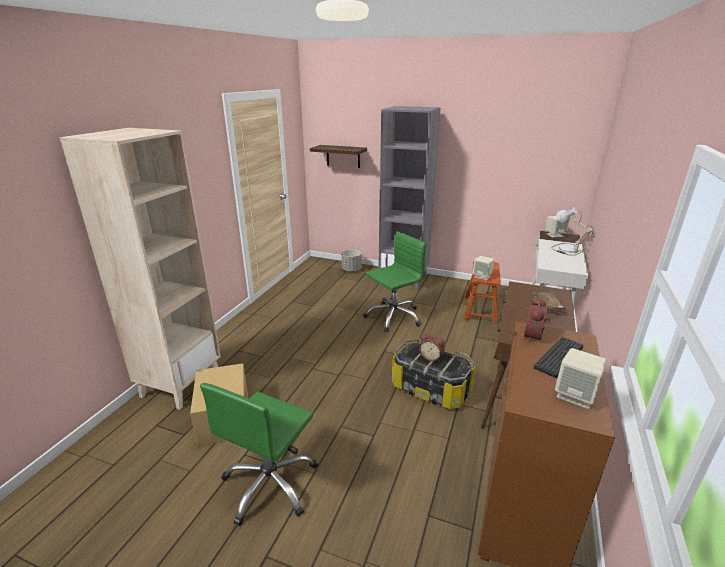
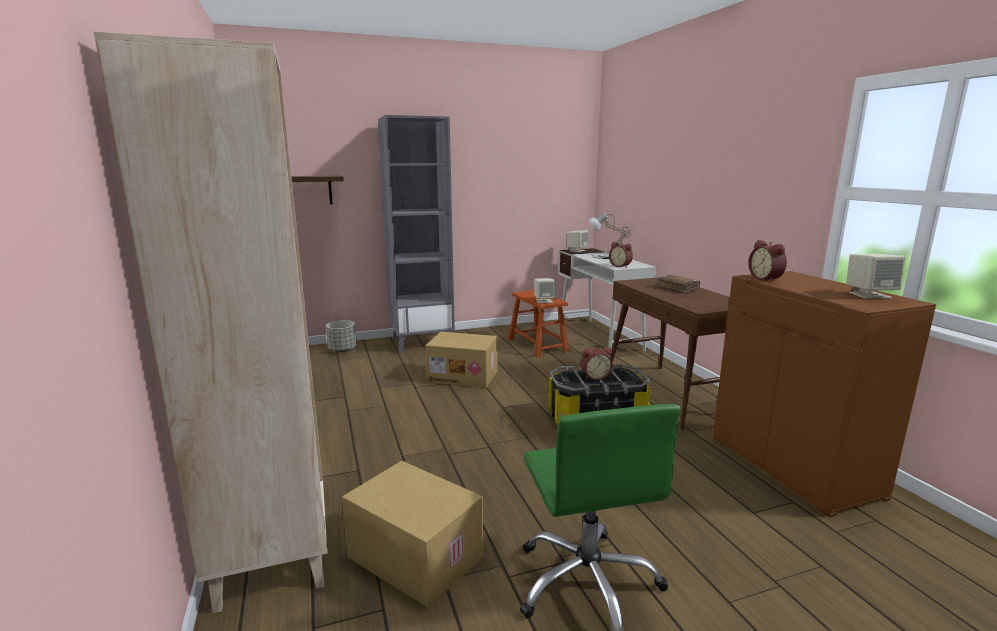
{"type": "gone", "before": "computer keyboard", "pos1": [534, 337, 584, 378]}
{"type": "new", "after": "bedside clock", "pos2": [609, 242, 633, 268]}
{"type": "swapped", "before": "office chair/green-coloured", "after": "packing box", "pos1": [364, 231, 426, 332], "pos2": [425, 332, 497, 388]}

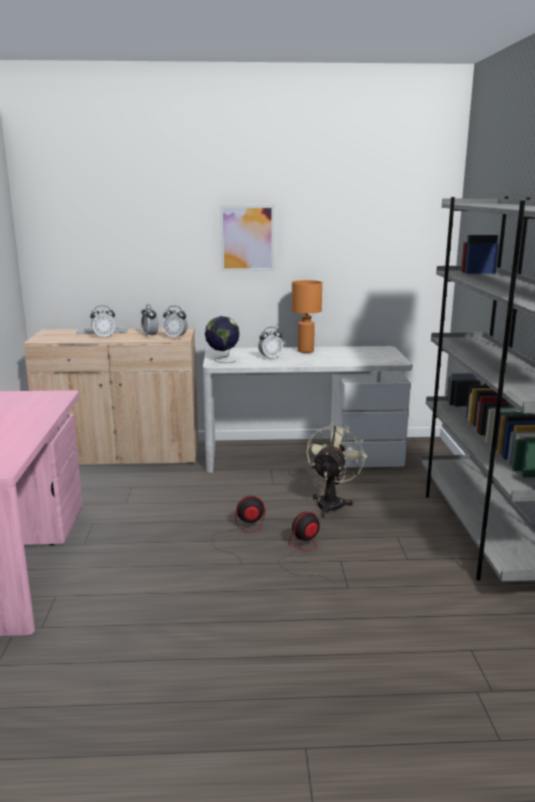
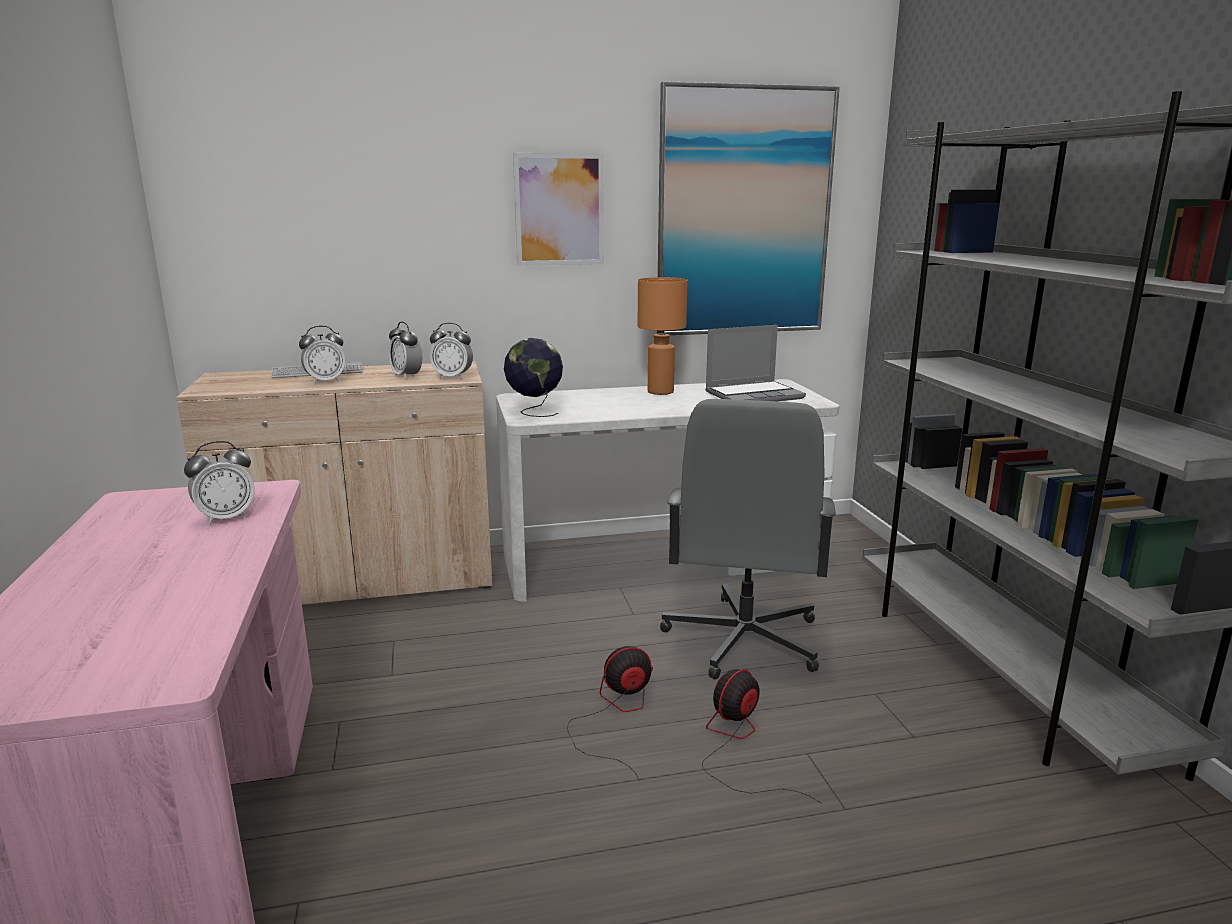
{"type": "new", "after": "picture", "pos2": [657, 81, 840, 335]}
{"type": "new", "after": "notebook computer", "pos2": [705, 325, 806, 401]}
{"type": "shifted", "before": "bedside clock", "pos1": [258, 327, 283, 359], "pos2": [184, 441, 255, 525]}
{"type": "swapped", "before": "fan/beige-coloured", "after": "office chair/greyish", "pos1": [306, 423, 367, 517], "pos2": [660, 399, 836, 679]}

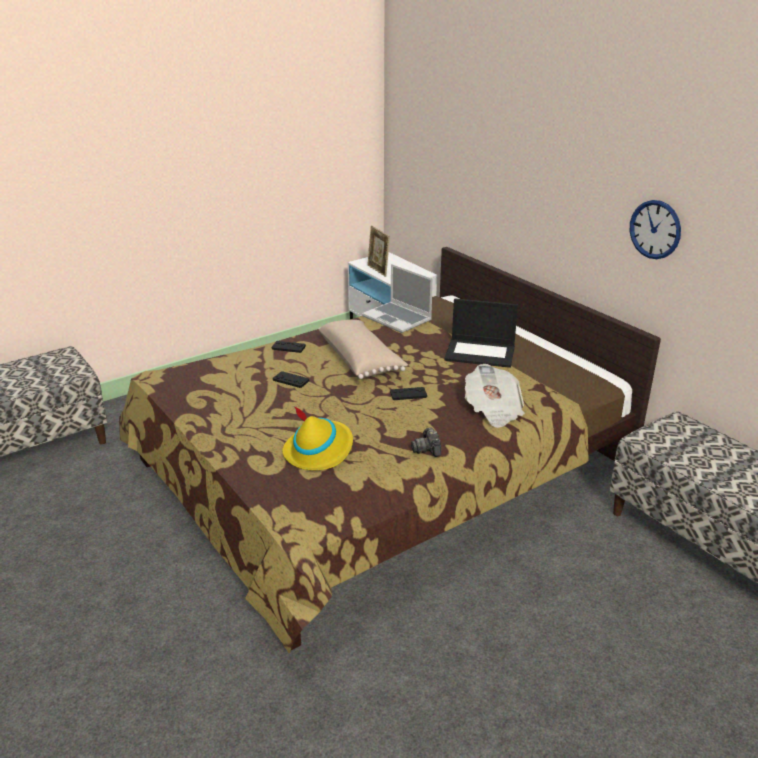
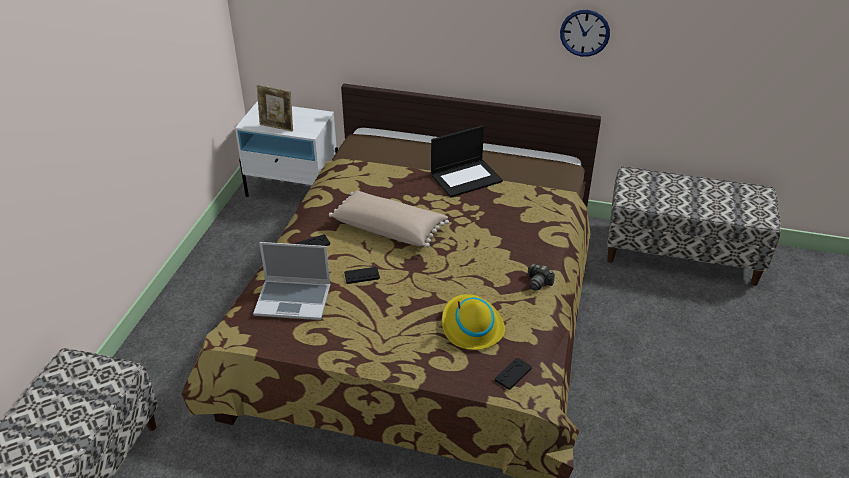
{"type": "gone", "before": "daily paper", "pos1": [465, 364, 525, 428]}
{"type": "shifted", "before": "notebook computer", "pos1": [362, 264, 433, 333], "pos2": [253, 242, 331, 320]}
{"type": "shifted", "before": "joypad/black-coloured", "pos1": [390, 387, 427, 400], "pos2": [495, 358, 532, 390]}

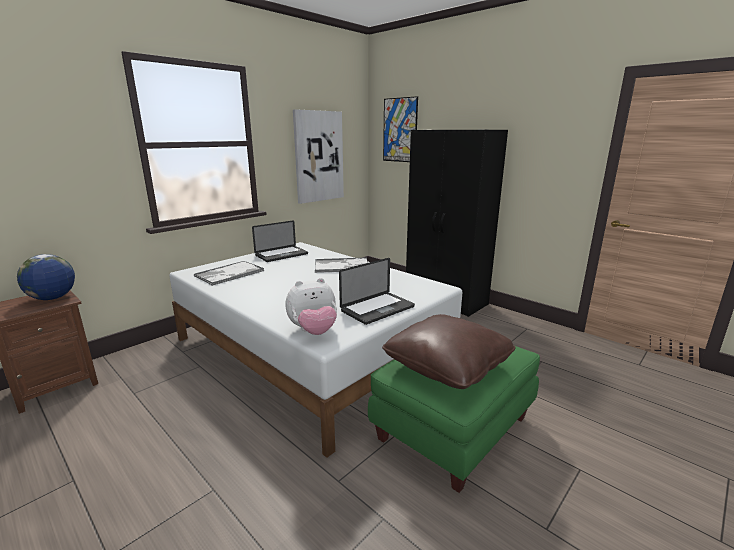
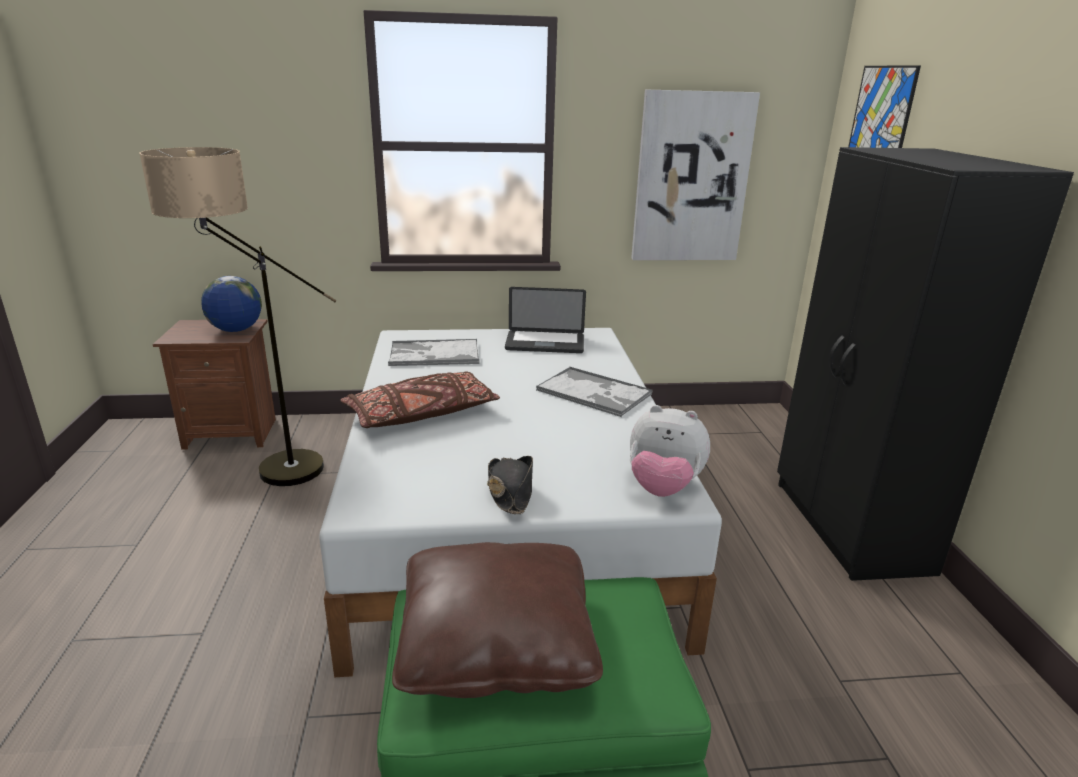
{"type": "new", "after": "standard lamp", "pos2": [139, 147, 336, 486]}
{"type": "new", "after": "cushion/brown", "pos2": [340, 372, 500, 428]}
{"type": "shifted", "before": "plush toy", "pos1": [285, 278, 337, 335], "pos2": [630, 405, 710, 497]}
{"type": "swapped", "before": "notebook computer", "after": "clothing hat/black-coloured", "pos1": [339, 258, 415, 325], "pos2": [487, 456, 533, 514]}

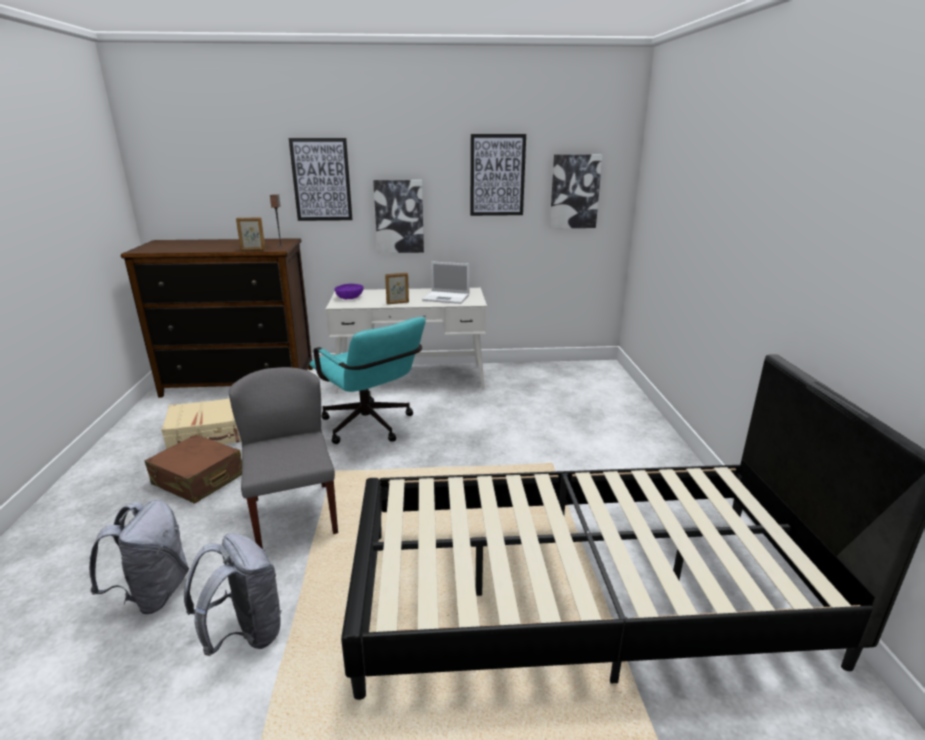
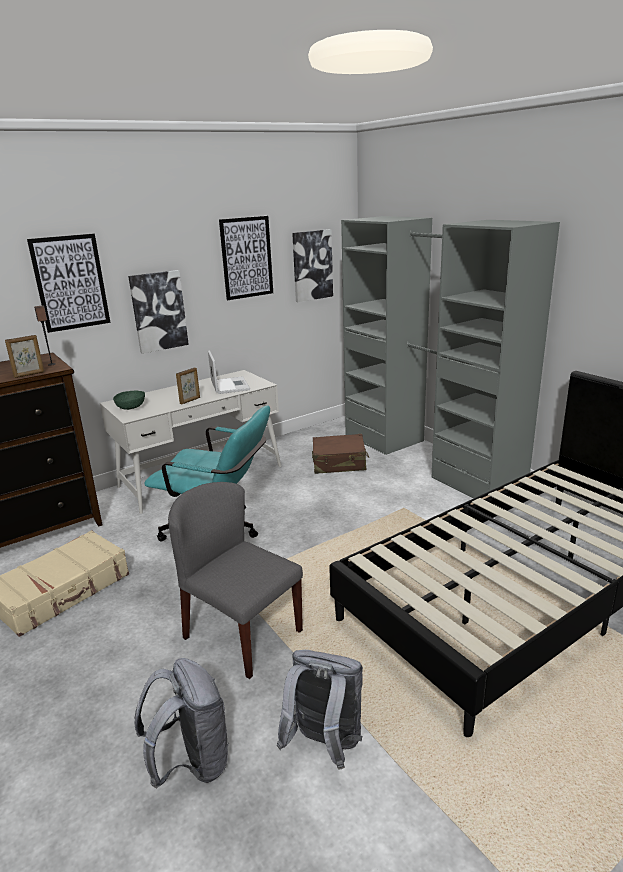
{"type": "new", "after": "armoire/greyish", "pos2": [341, 216, 560, 498]}
{"type": "shifted", "before": "travel case/brown", "pos1": [145, 434, 242, 504], "pos2": [312, 434, 369, 474]}
{"type": "repainted", "before": "serving bowl/purple", "after": "serving bowl/green-coloured", "pos1": [335, 284, 364, 299], "pos2": [113, 390, 145, 410]}
{"type": "rotated", "before": "notebook computer", "pos1": [422, 261, 470, 304], "pos2": [208, 350, 250, 394], "turn": -90}

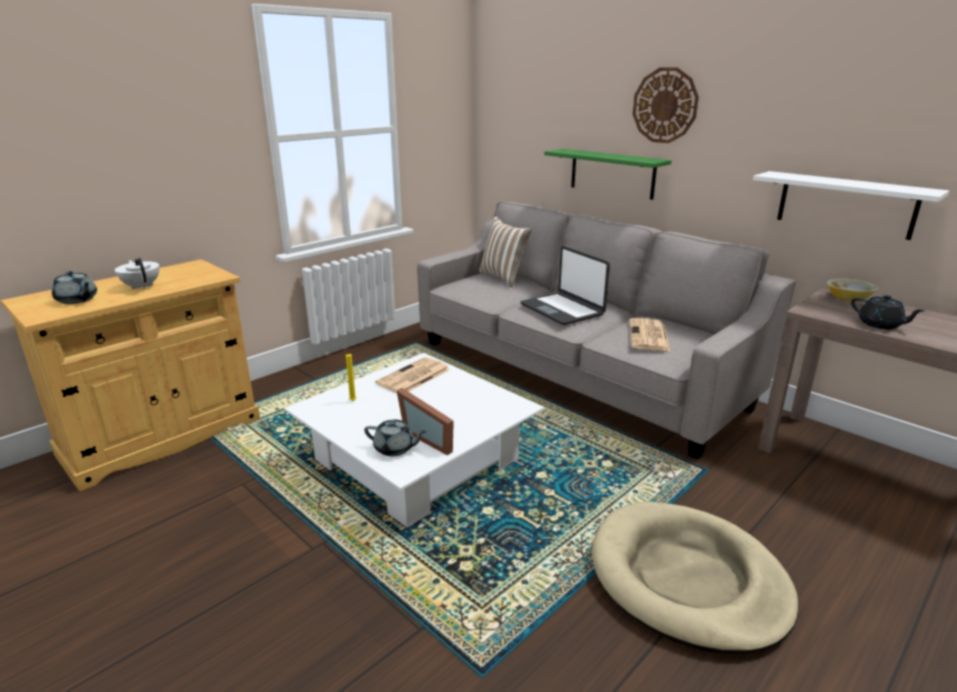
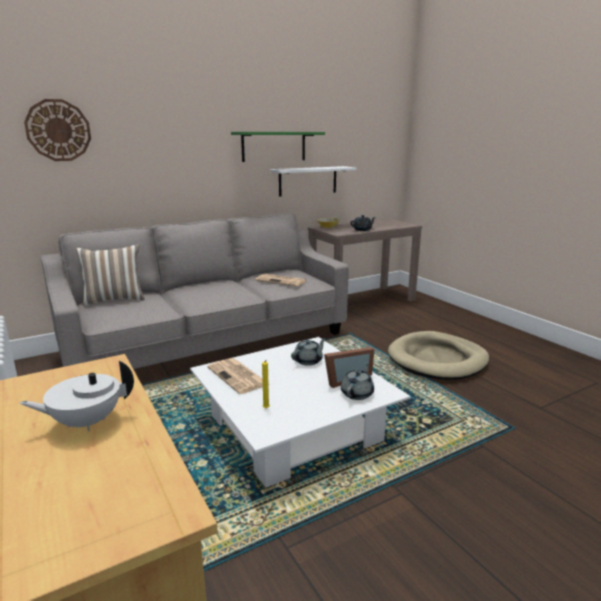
{"type": "gone", "before": "notebook computer", "pos1": [520, 246, 610, 325]}
{"type": "shifted", "before": "tea pot/greyish", "pos1": [52, 270, 97, 304], "pos2": [291, 338, 326, 366]}
{"type": "shifted", "before": "bracket shelf/green-coloured", "pos1": [544, 149, 672, 200], "pos2": [231, 132, 325, 162]}
{"type": "shifted", "before": "hanging clock", "pos1": [633, 67, 699, 143], "pos2": [24, 99, 91, 161]}

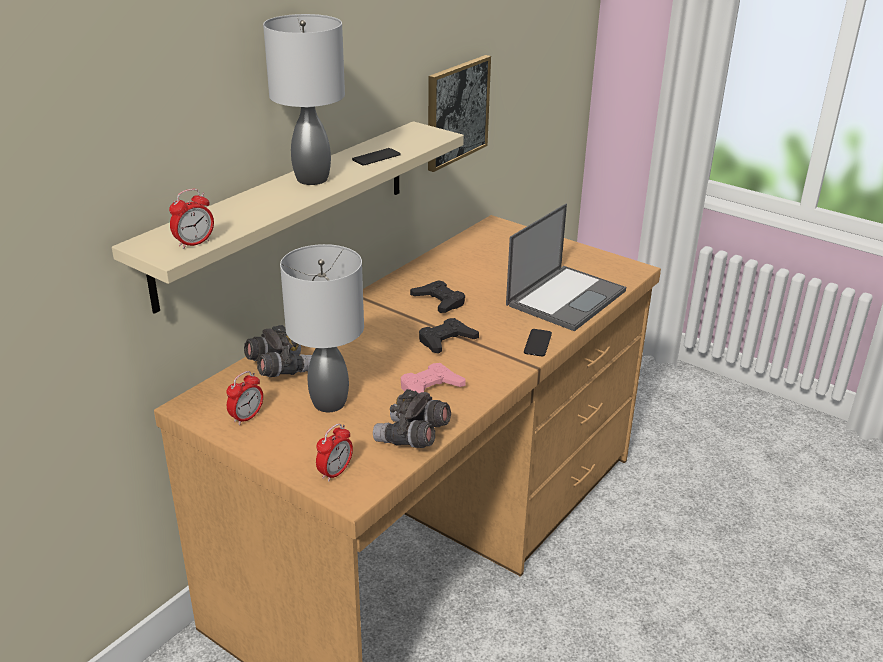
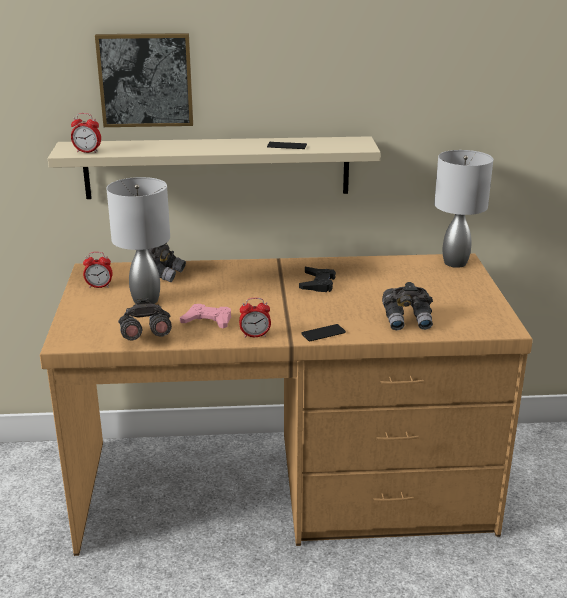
{"type": "gone", "before": "joypad/black-coloured", "pos1": [419, 318, 479, 354]}
{"type": "shifted", "before": "lamp for a table/greyish", "pos1": [263, 14, 345, 185], "pos2": [434, 150, 493, 268]}
{"type": "shifted", "before": "bedside clock", "pos1": [316, 423, 353, 482], "pos2": [239, 298, 271, 337]}
{"type": "shifted", "before": "picture", "pos1": [428, 55, 491, 172], "pos2": [95, 33, 193, 127]}
{"type": "swapped", "before": "notebook computer", "after": "field glasses/greyish", "pos1": [506, 204, 626, 331], "pos2": [382, 282, 433, 330]}

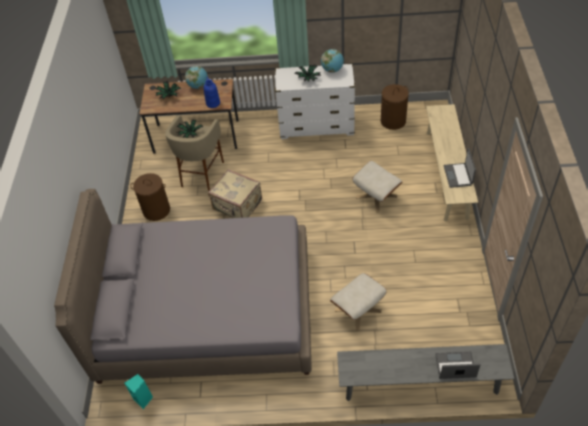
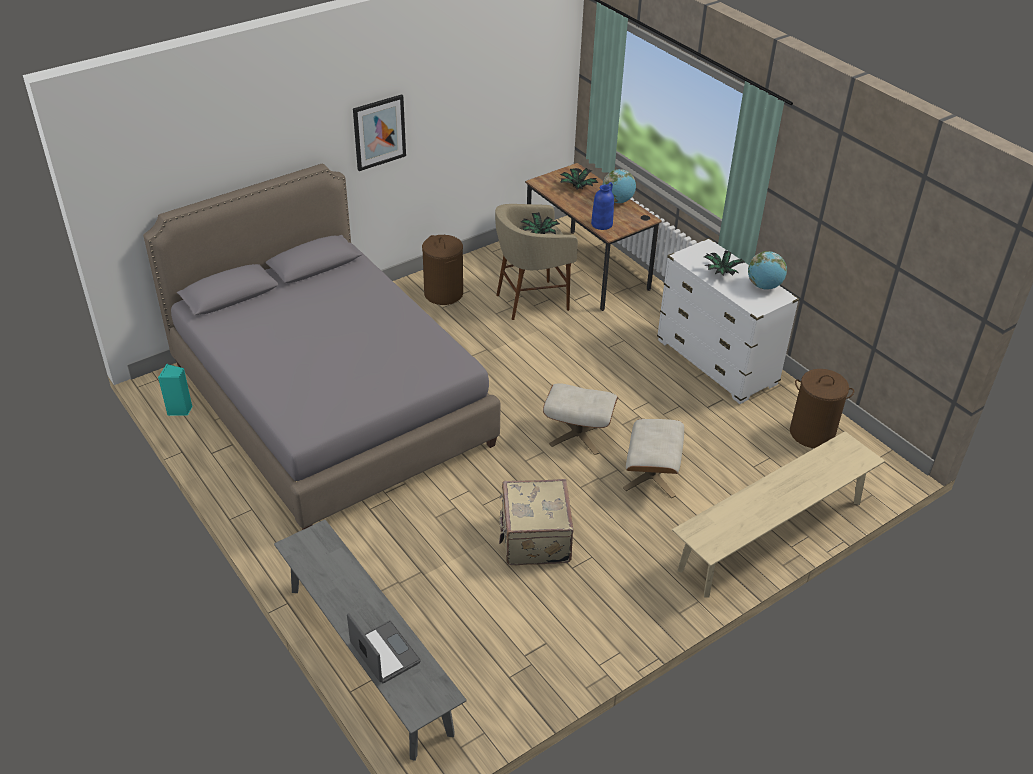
{"type": "gone", "before": "notebook computer", "pos1": [444, 148, 476, 188]}
{"type": "new", "after": "picture", "pos2": [353, 94, 406, 171]}
{"type": "shifted", "before": "travel case/beige-coloured", "pos1": [208, 169, 262, 218], "pos2": [499, 479, 574, 565]}
{"type": "shifted", "before": "pouffe/beige-coloured", "pos1": [330, 273, 387, 331], "pos2": [543, 383, 618, 455]}

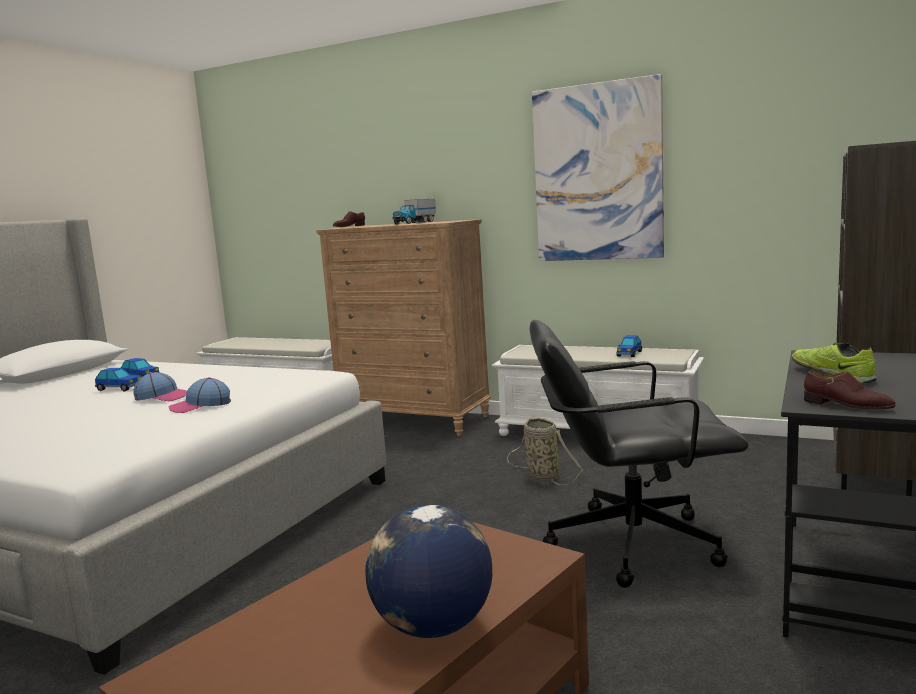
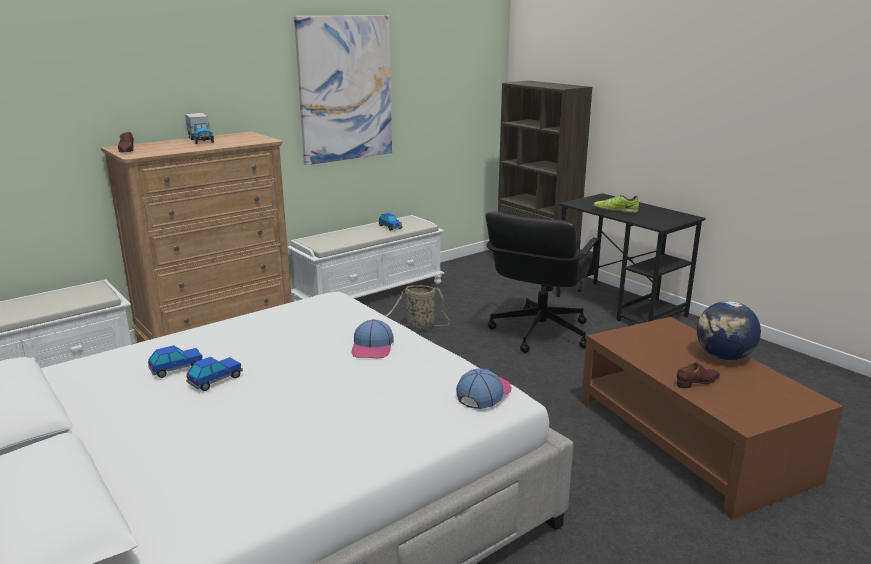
{"type": "shifted", "before": "baseball cap", "pos1": [133, 372, 187, 401], "pos2": [456, 369, 511, 409]}
{"type": "shifted", "before": "low shoe/brown", "pos1": [804, 371, 896, 410], "pos2": [677, 362, 720, 388]}

